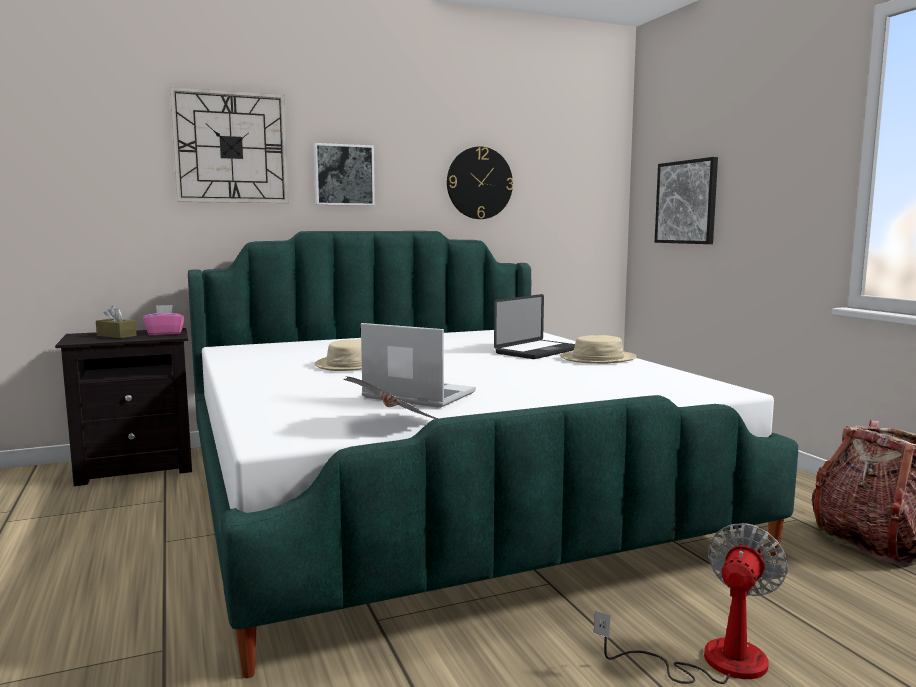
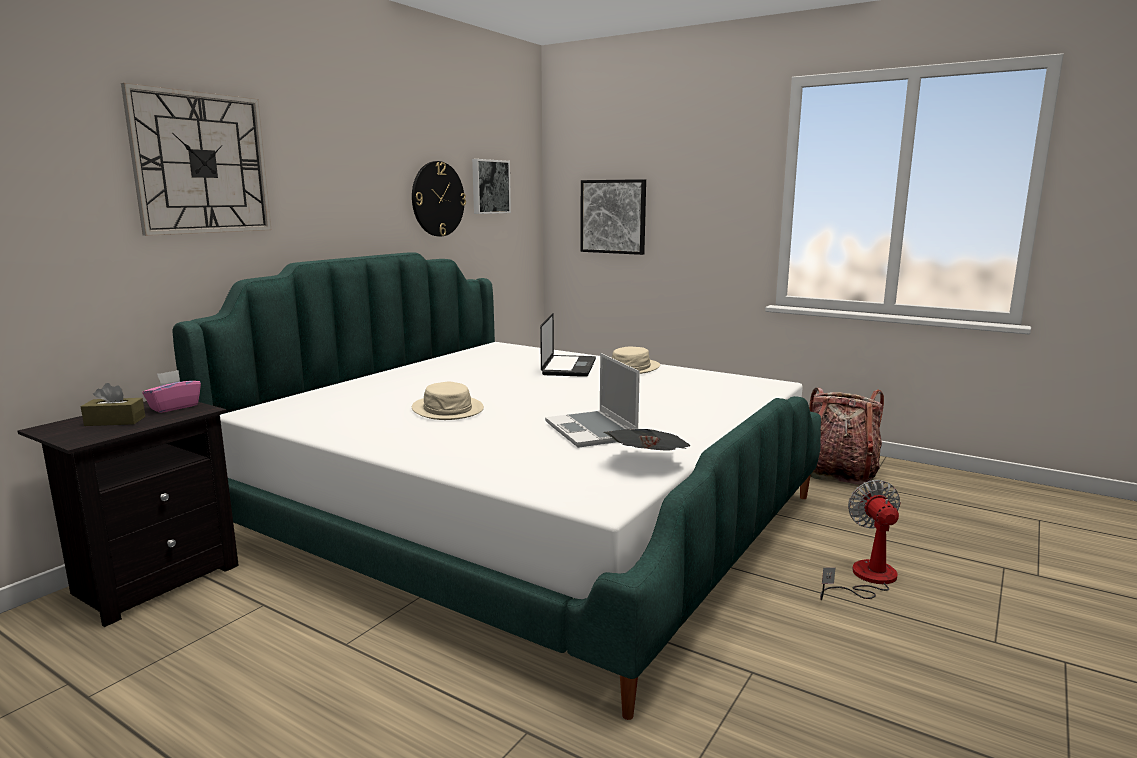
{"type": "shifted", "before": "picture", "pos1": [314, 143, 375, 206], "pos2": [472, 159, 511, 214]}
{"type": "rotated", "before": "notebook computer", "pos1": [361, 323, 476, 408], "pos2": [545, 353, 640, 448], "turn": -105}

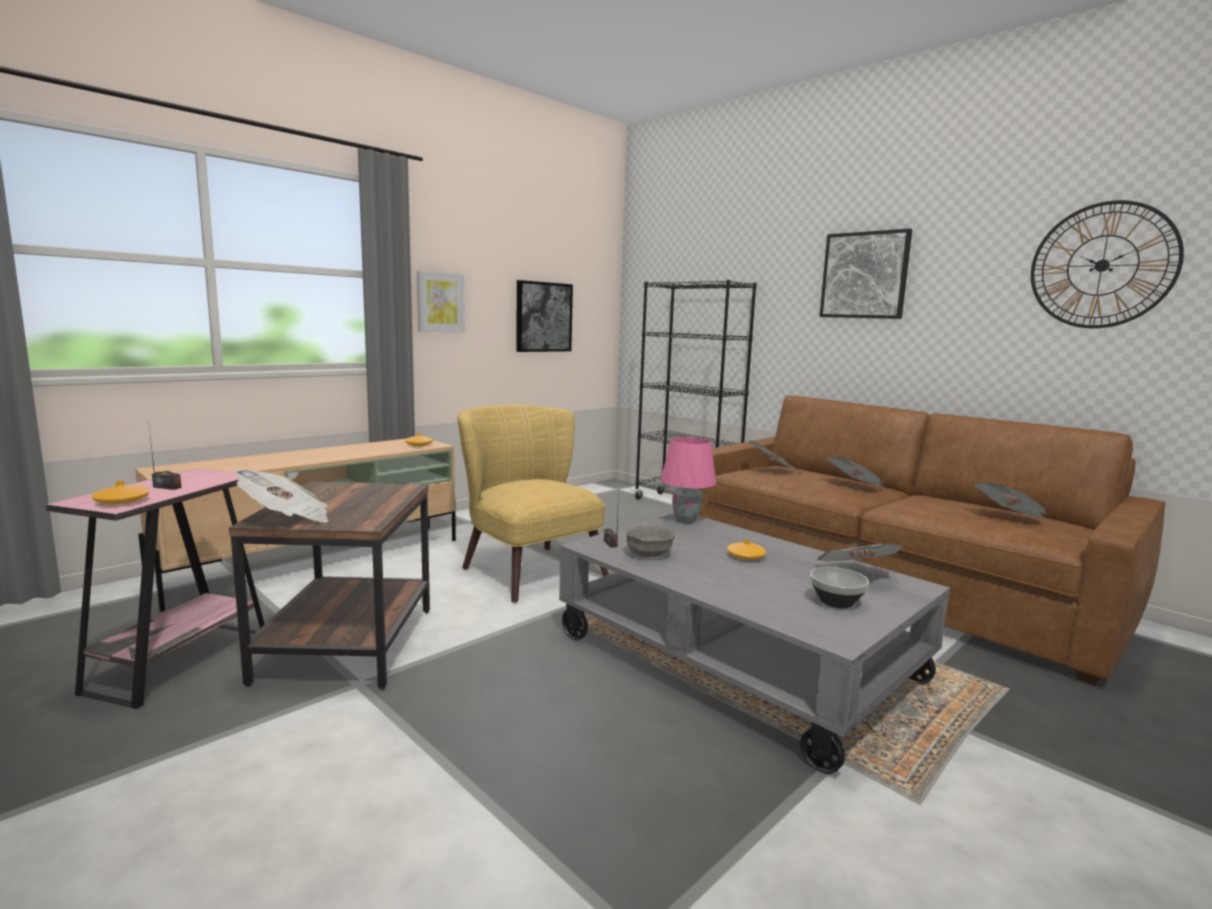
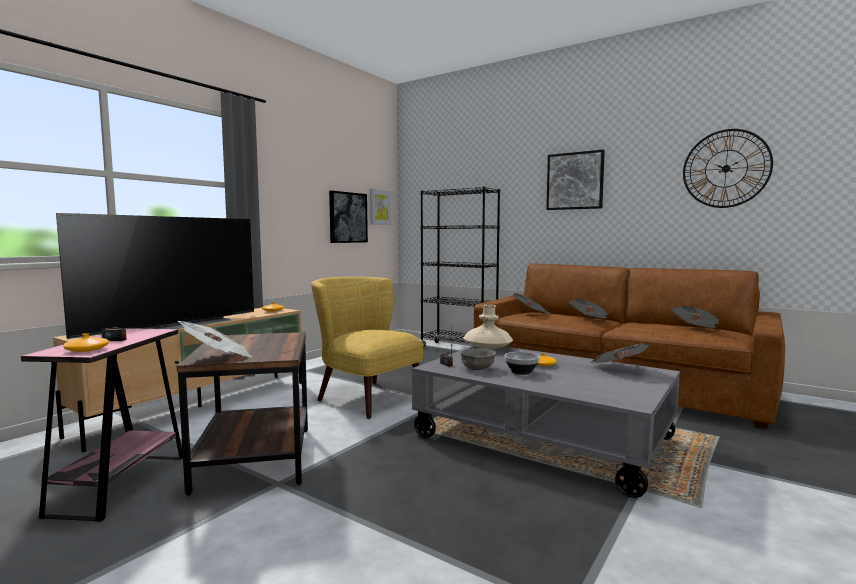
{"type": "new", "after": "TV set", "pos2": [56, 213, 254, 339]}
{"type": "shifted", "before": "picture", "pos1": [417, 270, 465, 332], "pos2": [370, 189, 392, 225]}
{"type": "shifted", "before": "serving bowl", "pos1": [810, 567, 869, 608], "pos2": [504, 352, 540, 375]}
{"type": "swapped", "before": "lamp for a table/pink-coloured", "after": "vase/beige-coloured", "pos1": [661, 437, 716, 524], "pos2": [463, 304, 513, 349]}

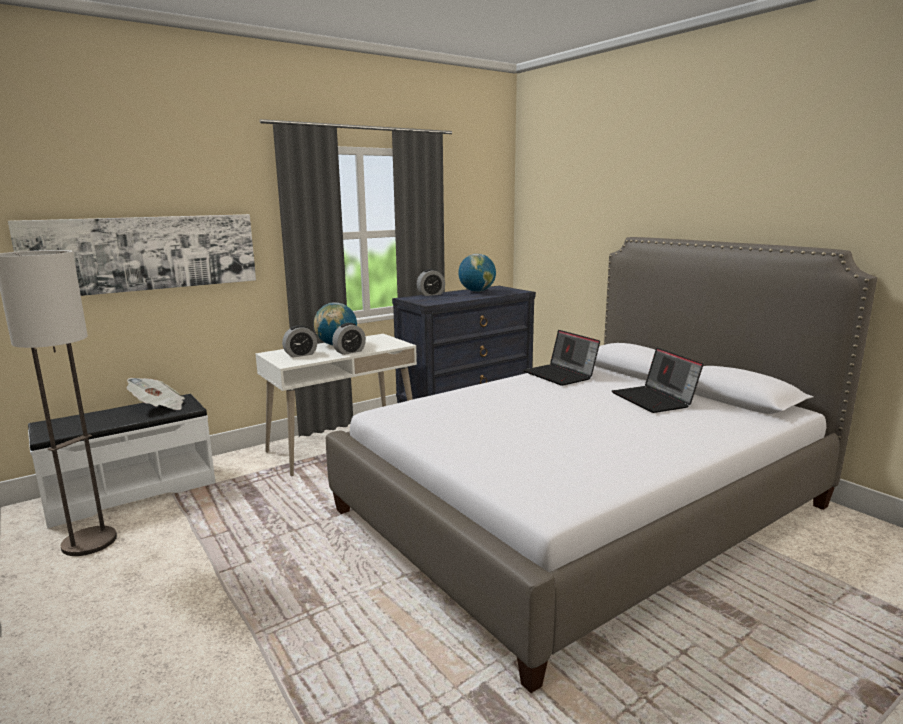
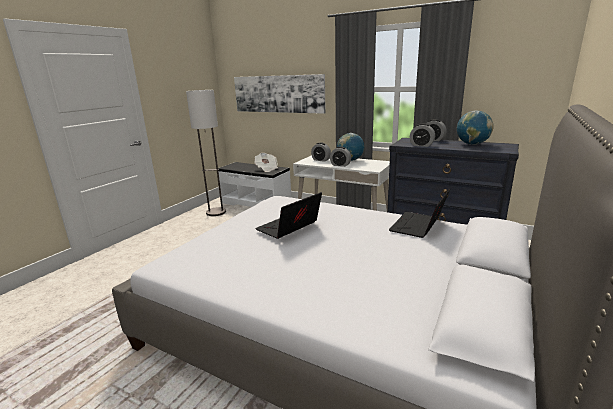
{"type": "new", "after": "bedside clock", "pos2": [410, 123, 435, 147]}
{"type": "shifted", "before": "notebook computer", "pos1": [612, 348, 703, 413], "pos2": [255, 192, 322, 239]}

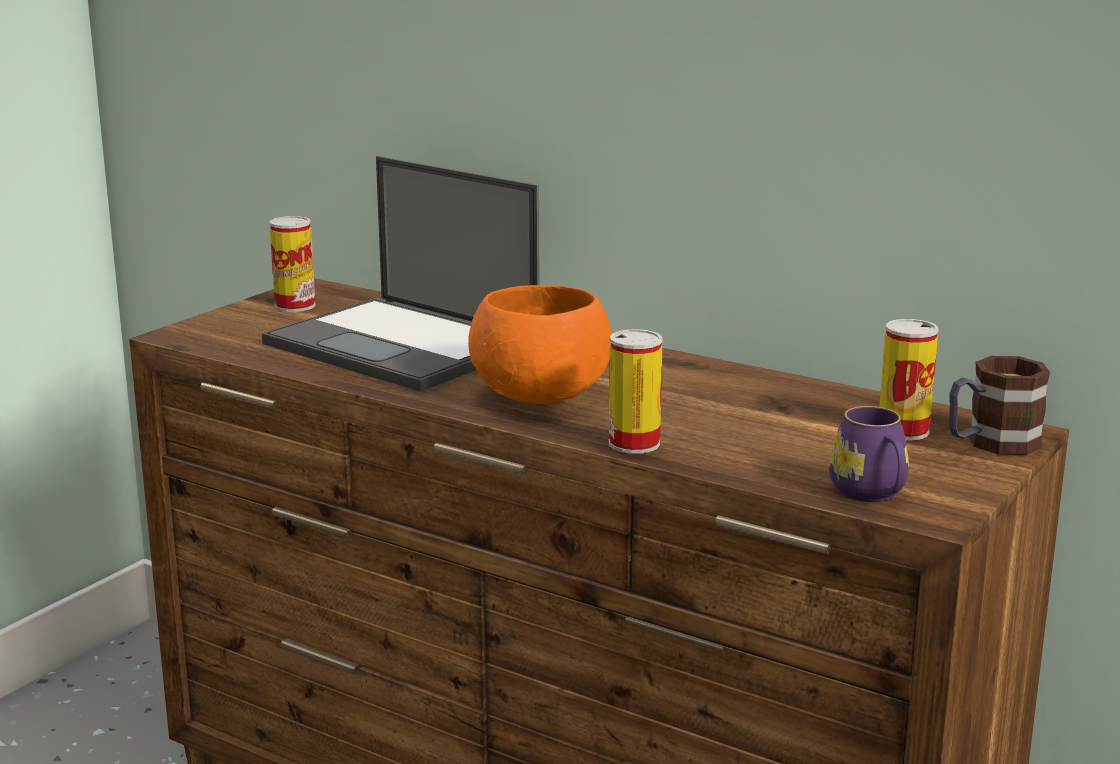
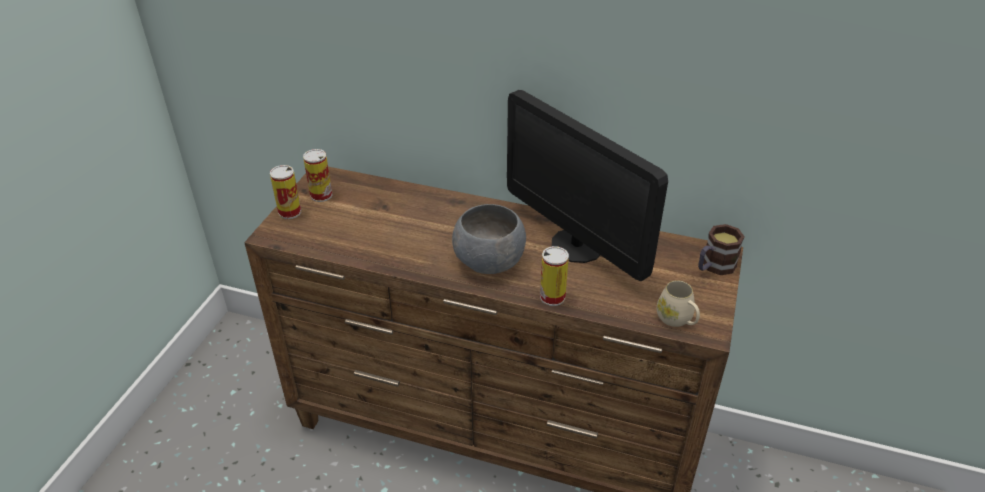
{"type": "gone", "before": "notebook computer", "pos1": [262, 156, 540, 392]}
{"type": "new", "after": "computer screen", "pos2": [507, 90, 668, 281]}
{"type": "shifted", "before": "sealed can", "pos1": [880, 319, 939, 440], "pos2": [270, 165, 301, 219]}
{"type": "repainted", "before": "serving bowl/orangey", "after": "serving bowl/greyish", "pos1": [468, 285, 611, 404], "pos2": [452, 204, 526, 274]}
{"type": "repainted", "before": "tea mug/purple", "after": "tea mug/beige-coloured", "pos1": [829, 406, 909, 502], "pos2": [657, 280, 700, 327]}

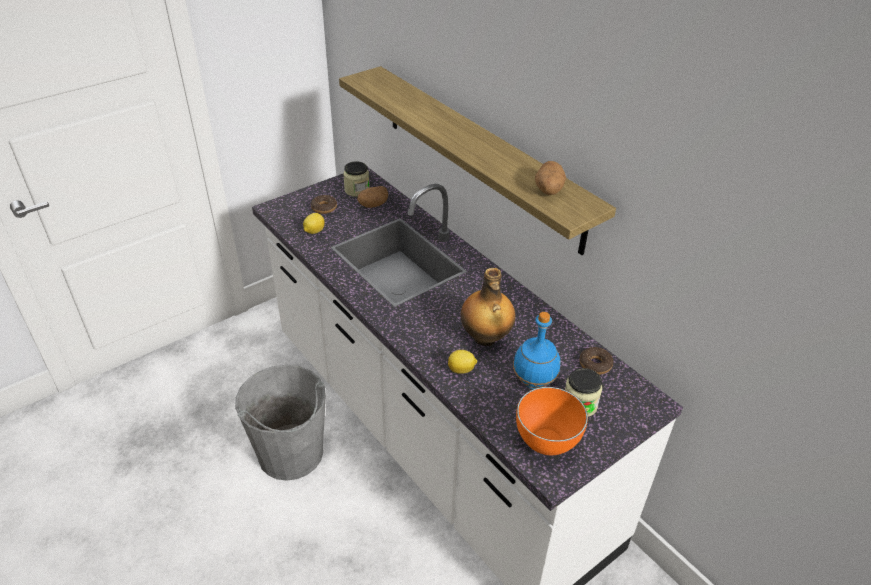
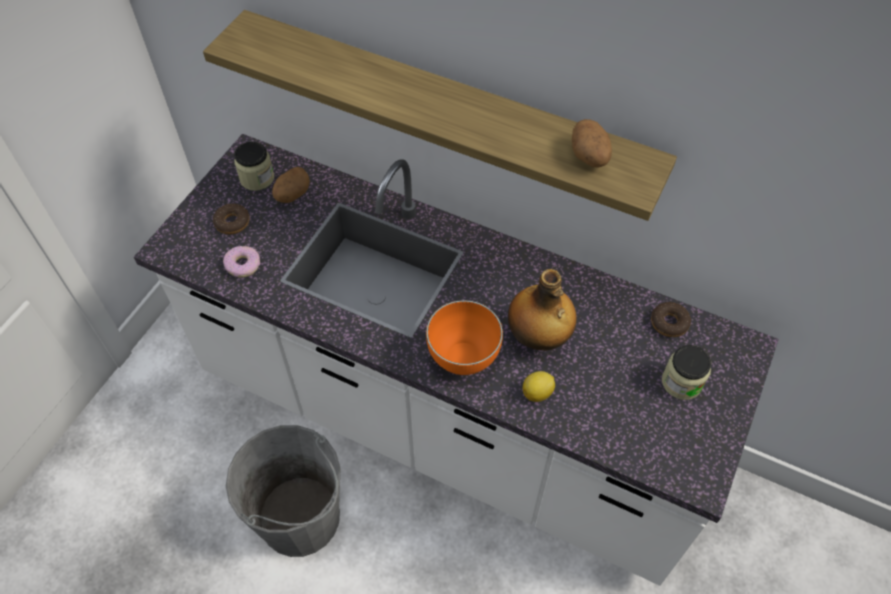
{"type": "gone", "before": "drink bottle/blue", "pos1": [513, 312, 560, 389]}
{"type": "shifted", "before": "serving bowl/orangey", "pos1": [516, 387, 588, 455], "pos2": [426, 300, 503, 375]}
{"type": "swapped", "before": "citrus fruit", "after": "ring doughnut", "pos1": [303, 213, 325, 234], "pos2": [223, 246, 260, 278]}

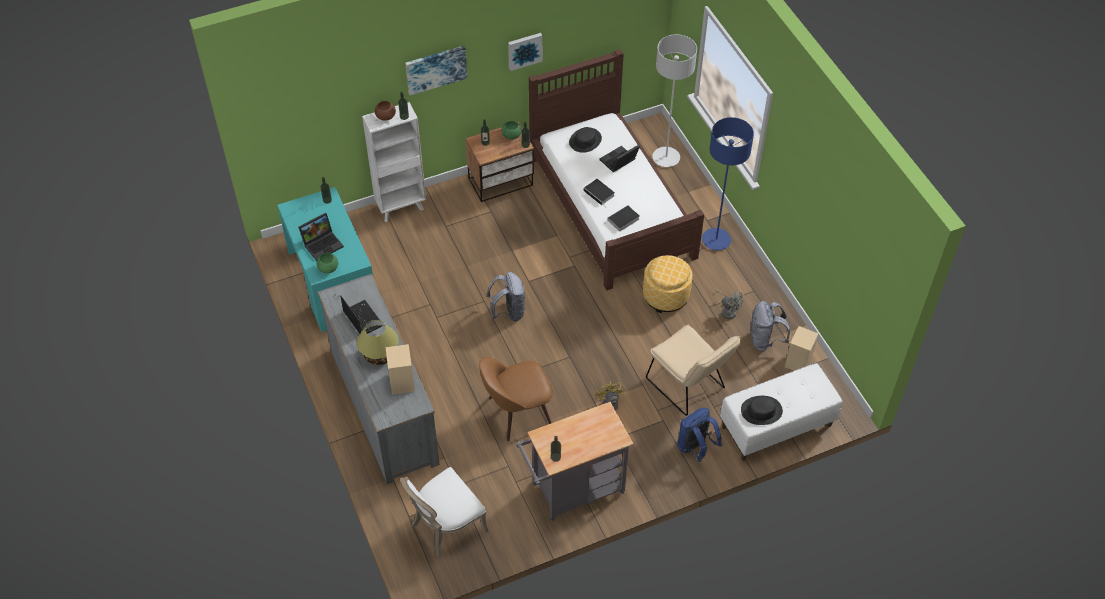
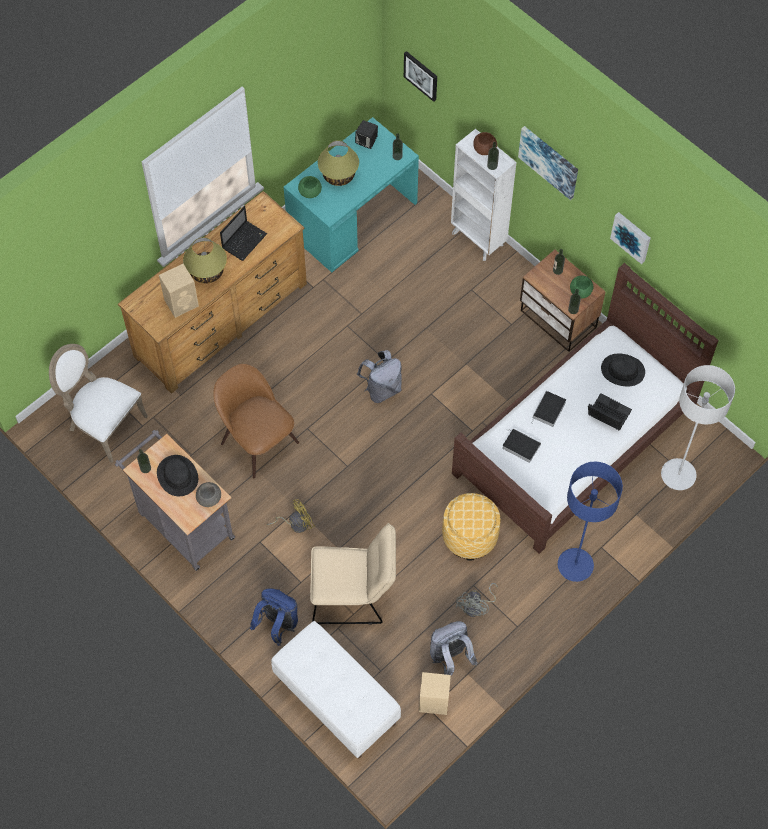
{"type": "new", "after": "serving bowl/greyish", "pos2": [196, 482, 221, 507]}
{"type": "new", "after": "audio speaker/black-coloured", "pos2": [355, 120, 378, 149]}
{"type": "new", "after": "picture", "pos2": [404, 51, 437, 102]}
{"type": "shifted", "before": "clothing hat/black-coloured", "pos1": [741, 396, 783, 425], "pos2": [157, 455, 198, 496]}
{"type": "swapped", "before": "notebook computer", "after": "lamp for a table", "pos1": [298, 213, 344, 261], "pos2": [318, 140, 359, 186]}
{"type": "repainted", "before": "drawer chest/greyish", "after": "drawer chest/brown", "pos1": [317, 274, 440, 484], "pos2": [118, 191, 307, 394]}
{"type": "rotated", "before": "upright chair/beige-coloured", "pos1": [646, 325, 740, 416], "pos2": [310, 523, 396, 624], "turn": -120}

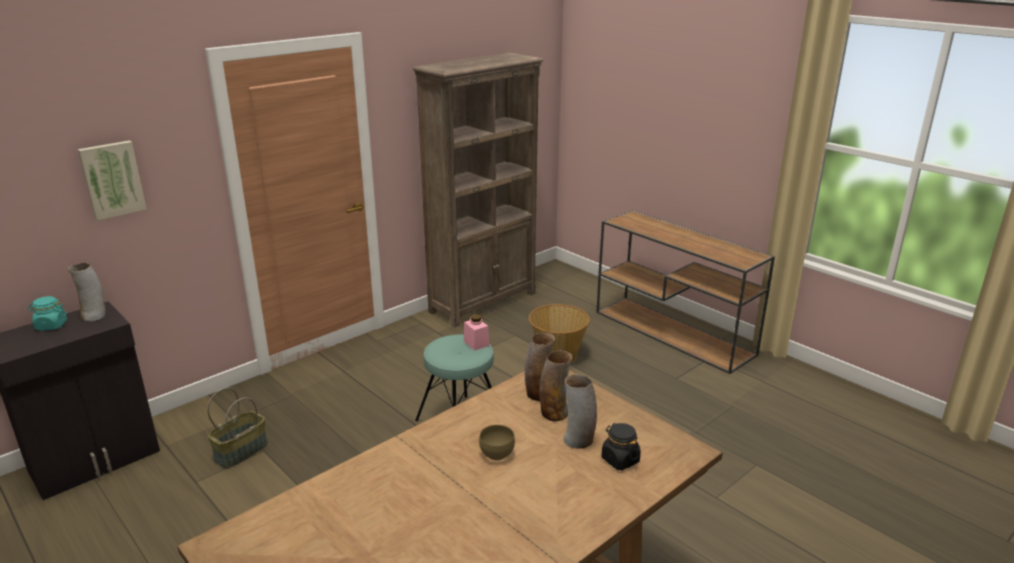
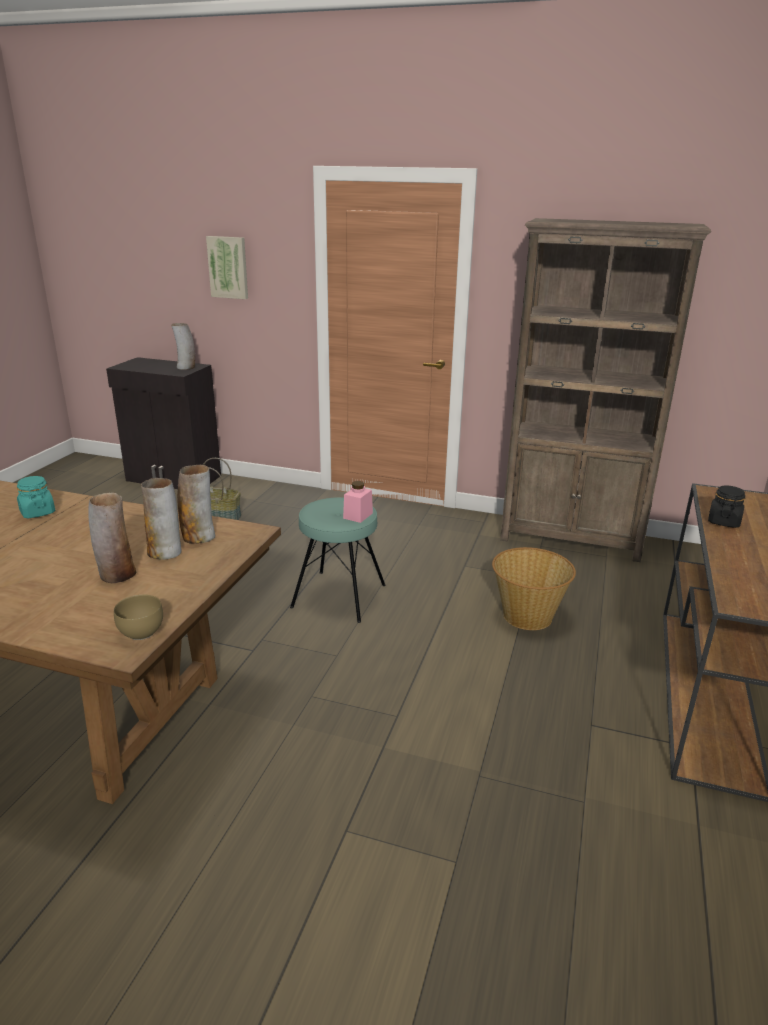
{"type": "shifted", "before": "storage jar/turquoise", "pos1": [28, 296, 67, 330], "pos2": [17, 476, 55, 518]}
{"type": "shifted", "before": "serving bowl/brown", "pos1": [479, 425, 515, 461], "pos2": [114, 595, 163, 640]}
{"type": "shifted", "before": "storage jar/black-coloured", "pos1": [601, 423, 641, 470], "pos2": [708, 486, 745, 528]}

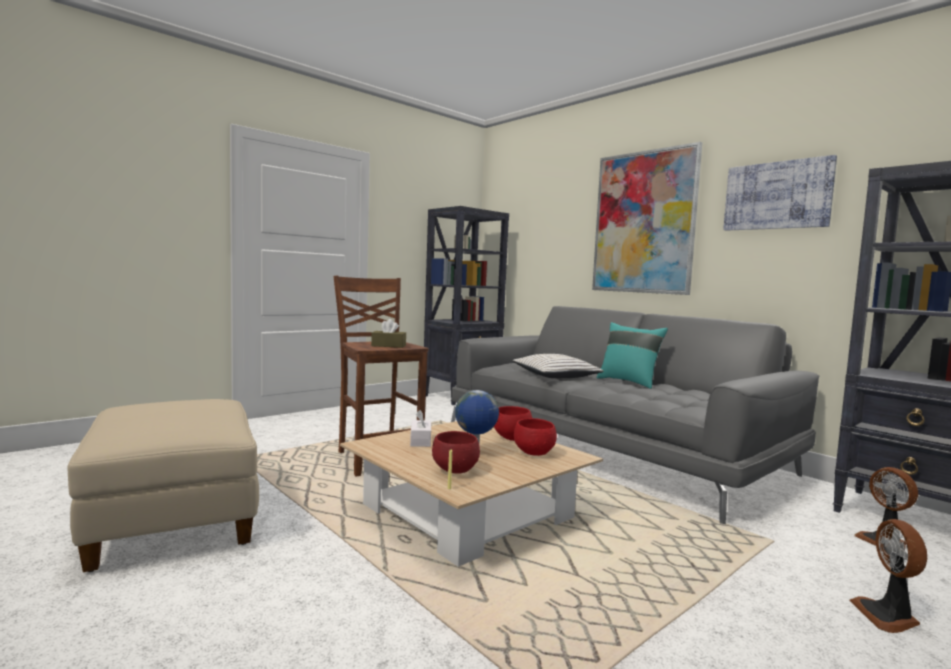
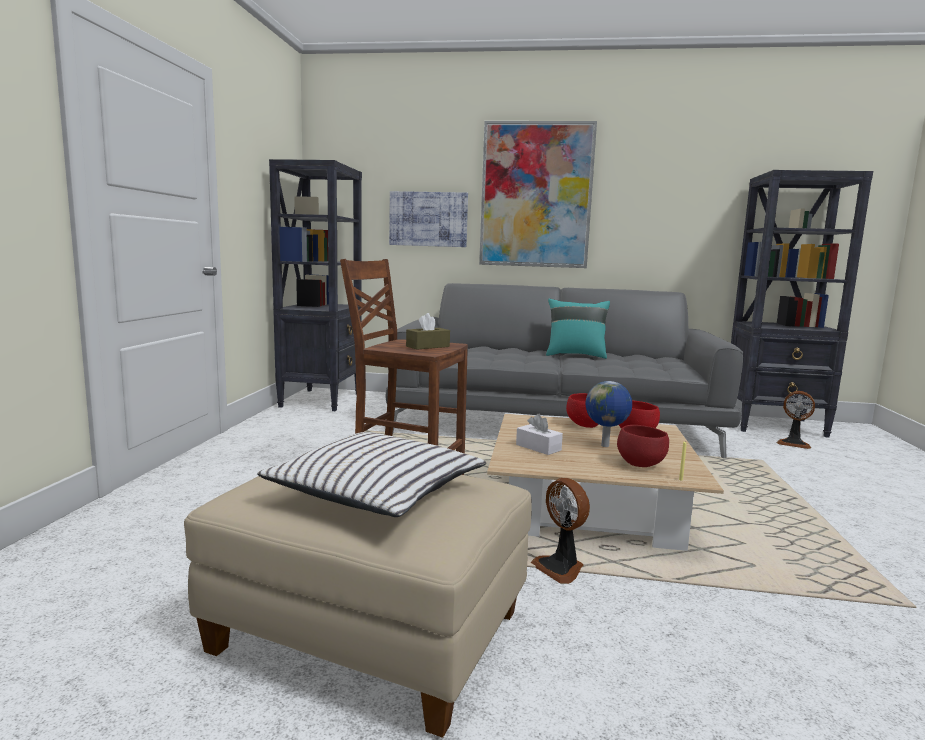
{"type": "shifted", "before": "cushion/white-coloured", "pos1": [513, 354, 604, 378], "pos2": [257, 432, 486, 517]}
{"type": "shifted", "before": "picture", "pos1": [723, 155, 837, 231], "pos2": [389, 191, 468, 247]}
{"type": "shifted", "before": "fan", "pos1": [849, 519, 927, 633], "pos2": [531, 478, 590, 584]}

